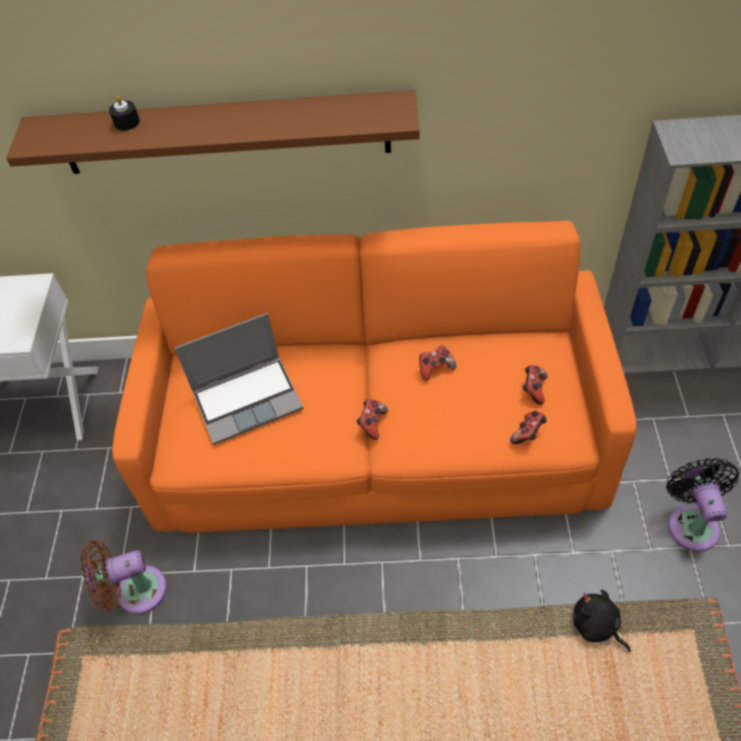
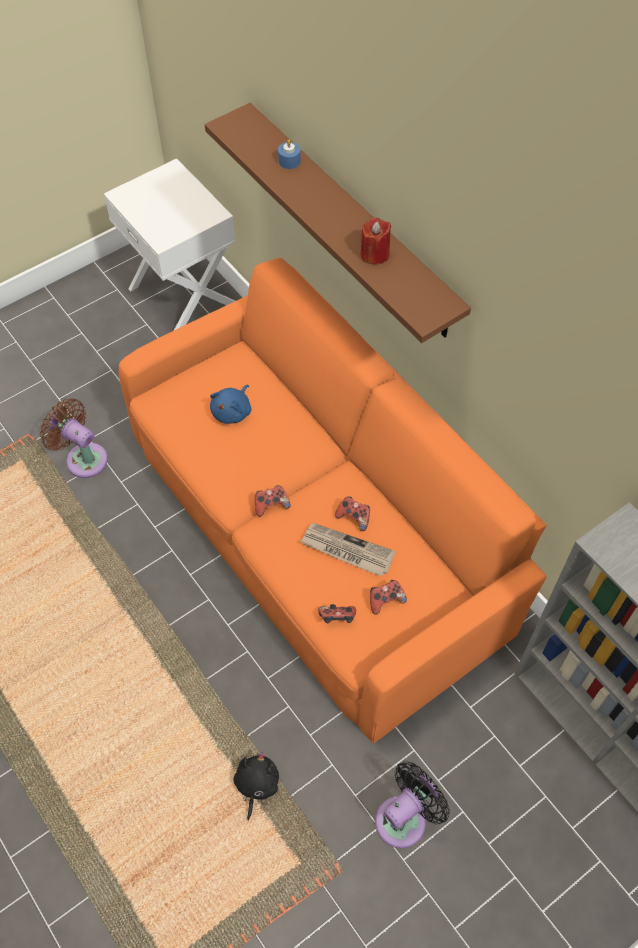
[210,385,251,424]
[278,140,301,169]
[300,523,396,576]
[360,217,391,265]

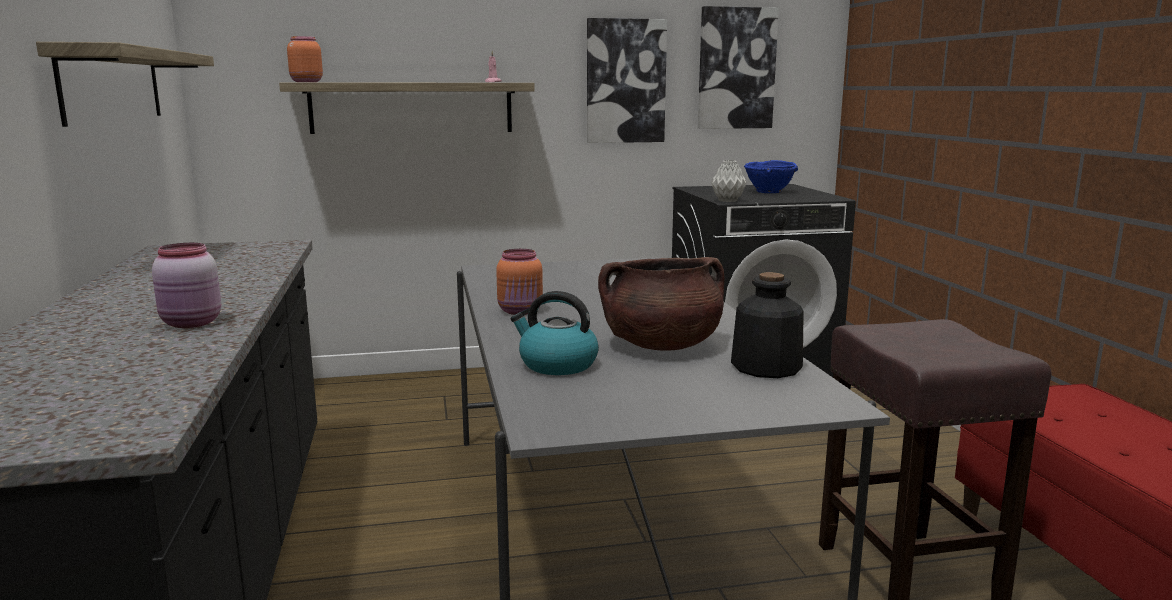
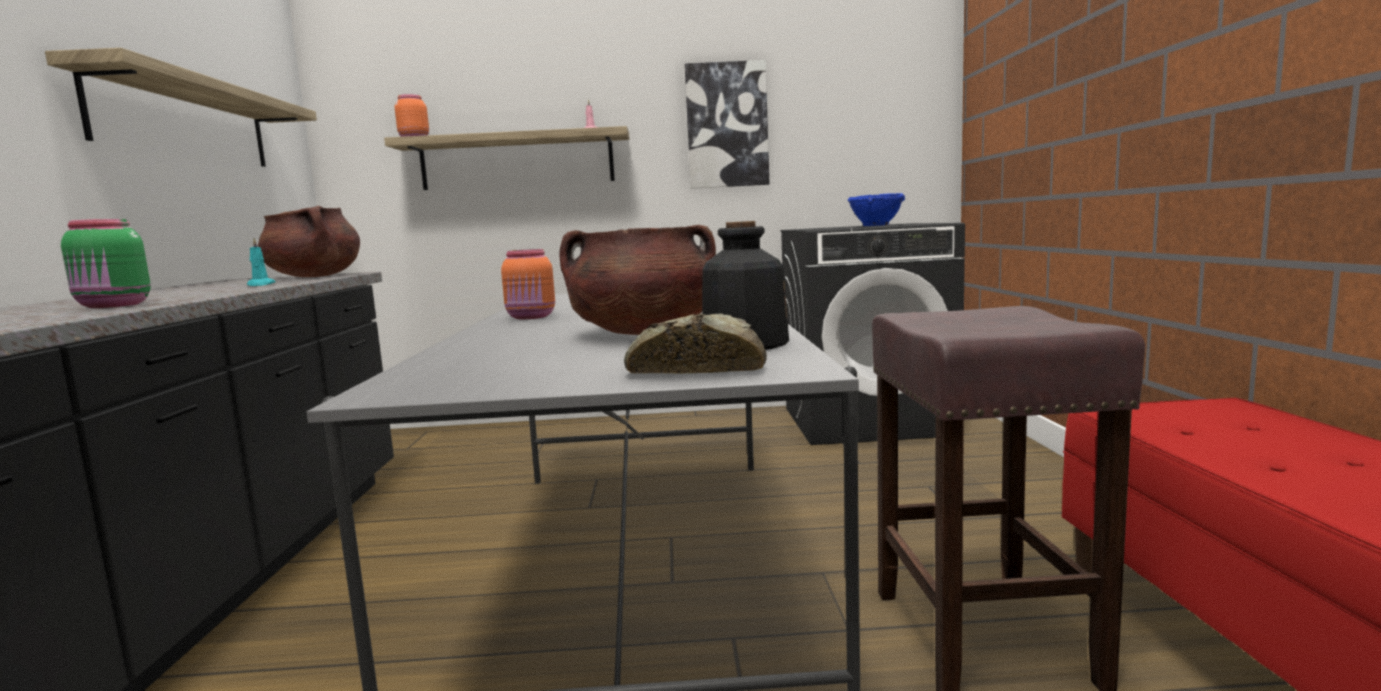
[61,219,151,308]
[247,238,276,286]
[258,206,360,277]
[624,313,767,374]
[510,291,599,375] (first image)
[698,6,779,129] (first image)
[711,160,746,202] (first image)

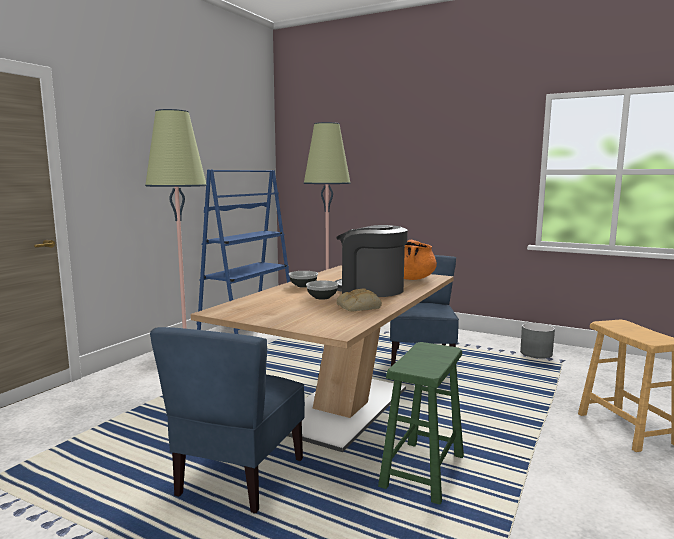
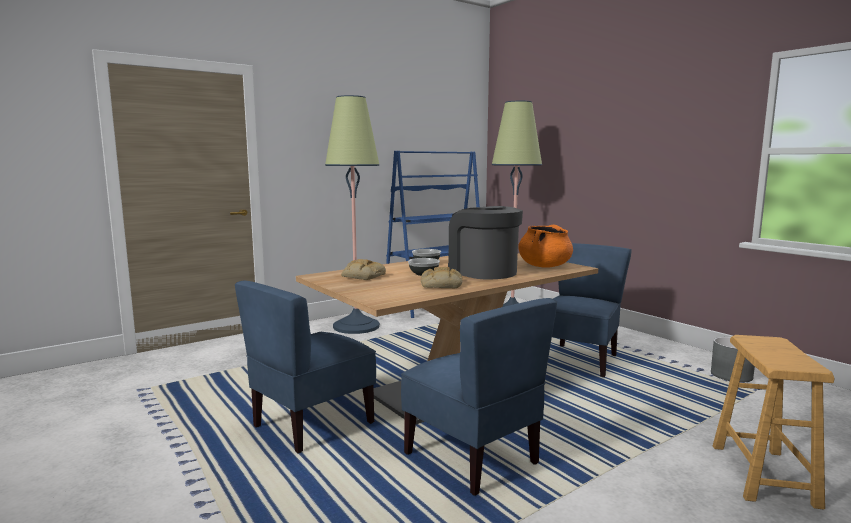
[341,259,386,280]
[401,298,557,496]

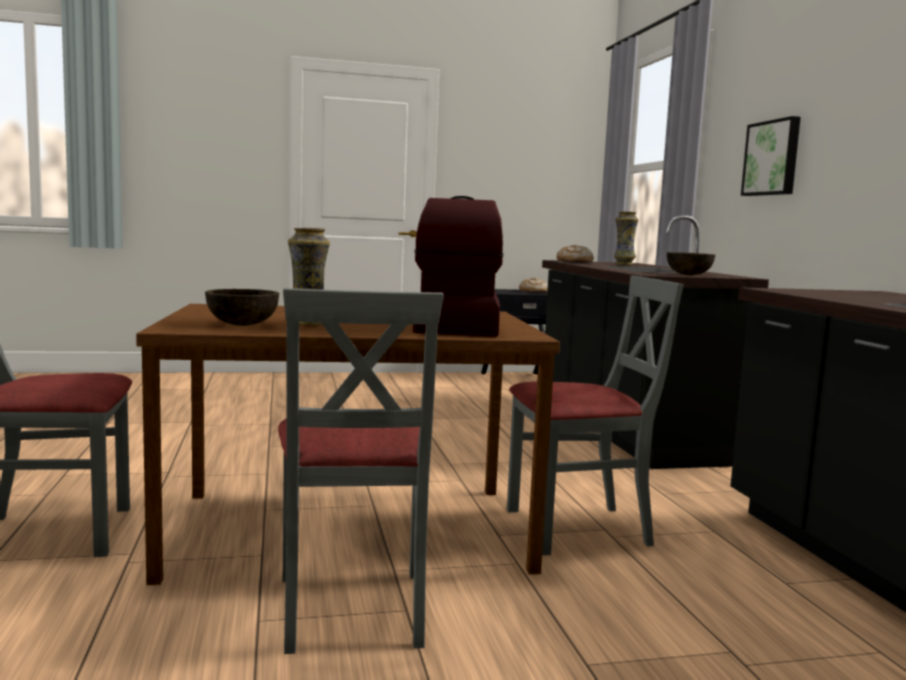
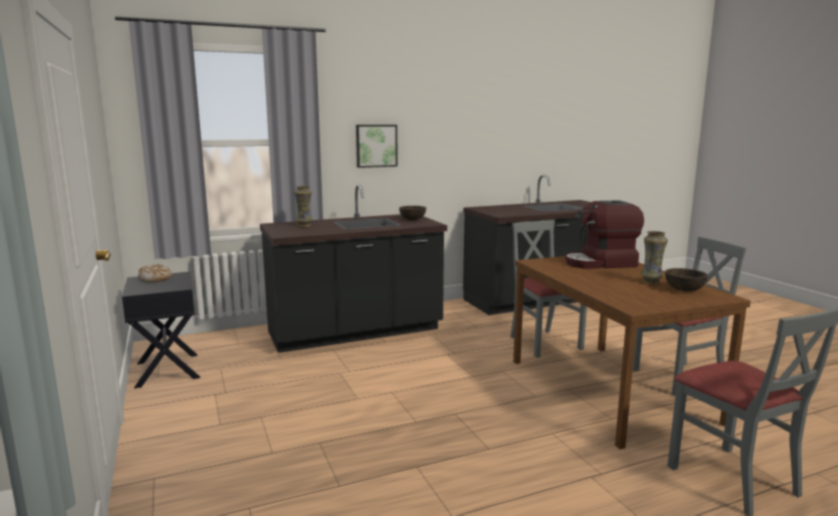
[556,245,594,263] (first image)

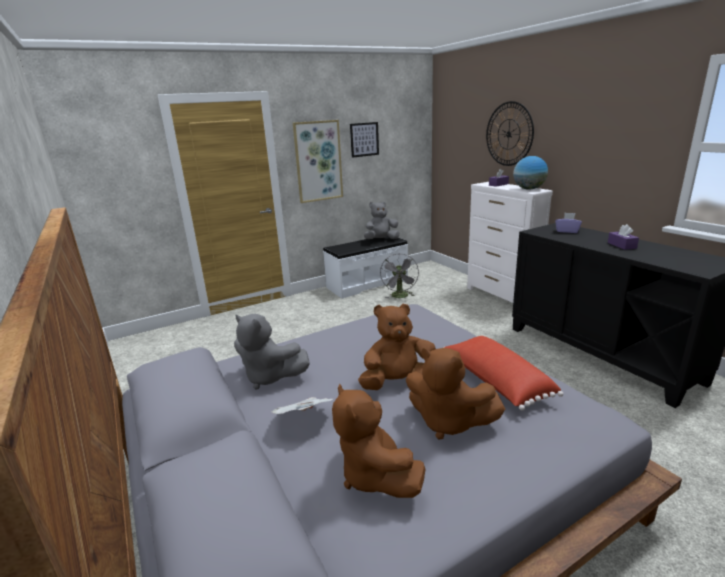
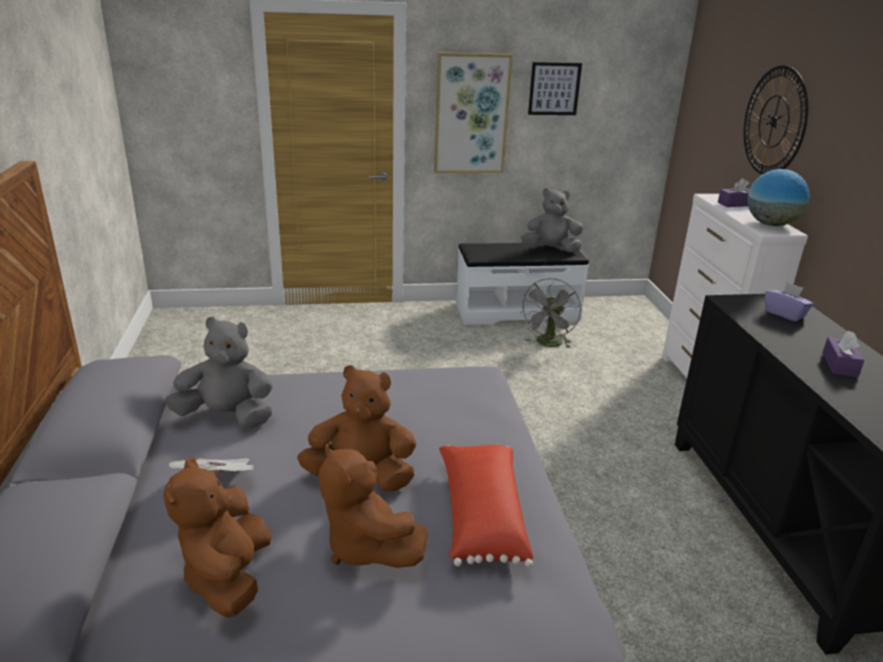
[165,317,273,428]

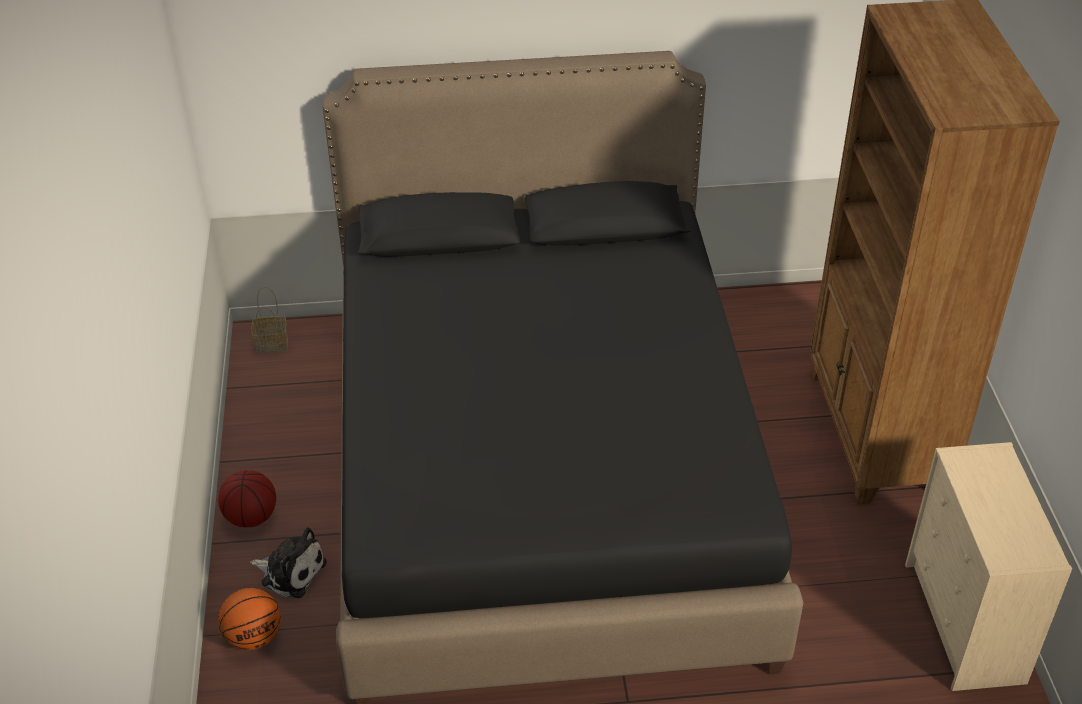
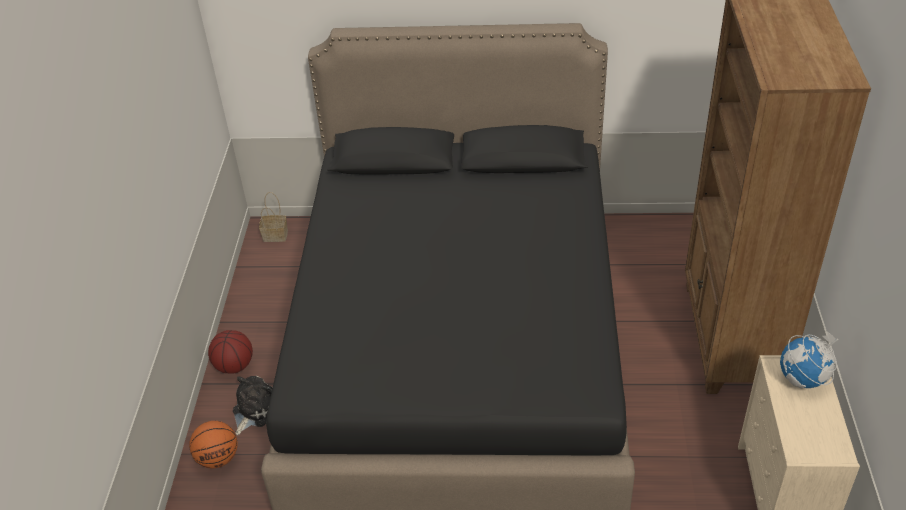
[233,376,273,435]
[780,331,838,389]

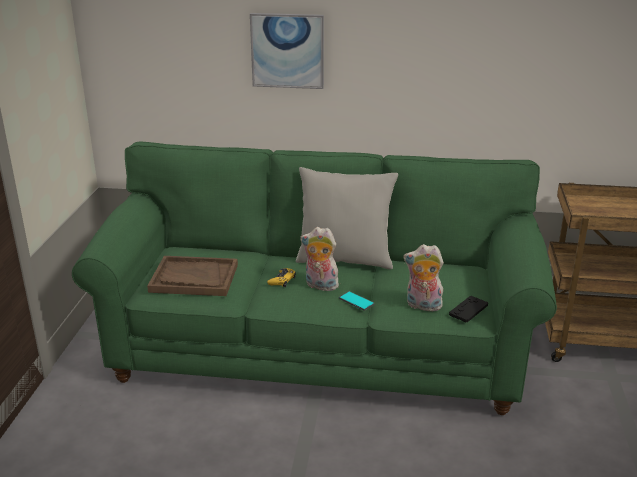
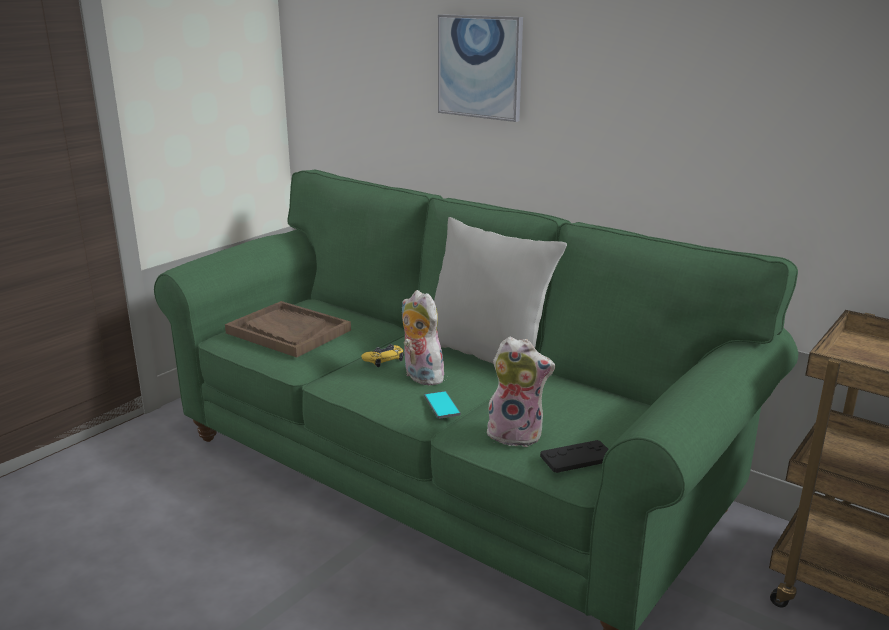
[487,337,555,447]

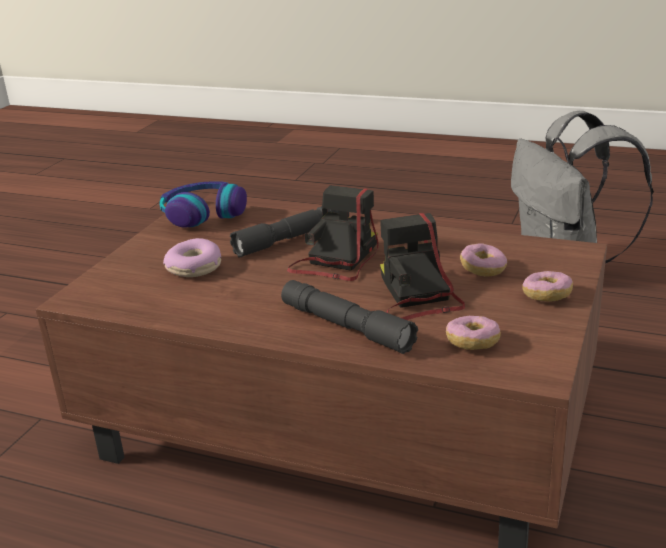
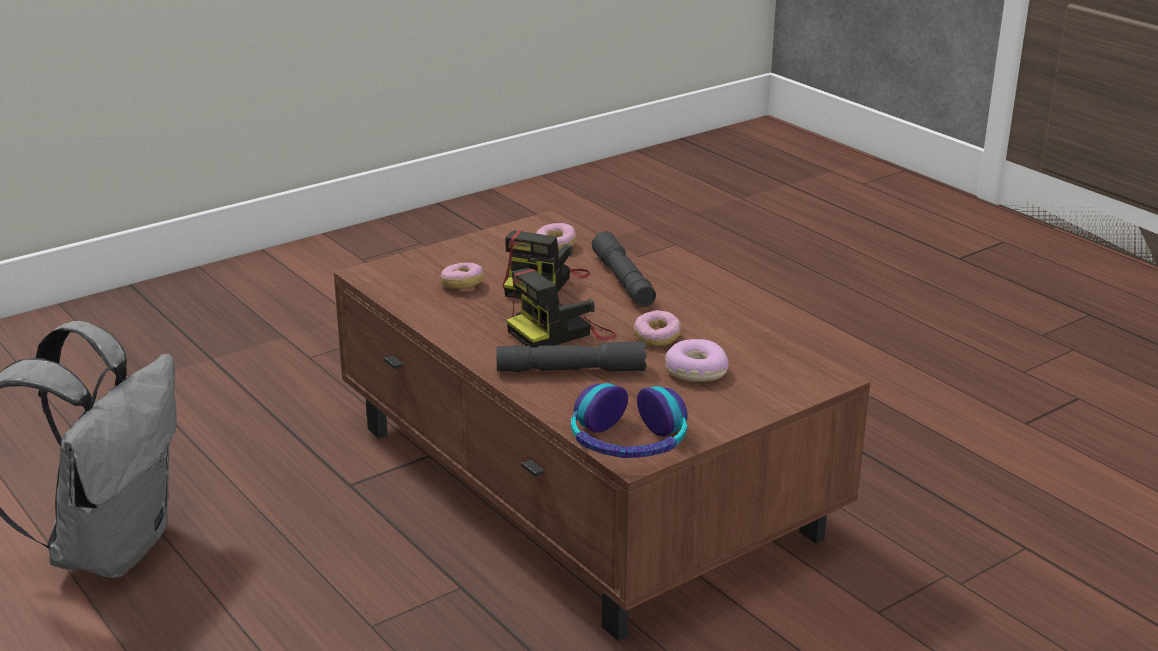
[634,310,681,346]

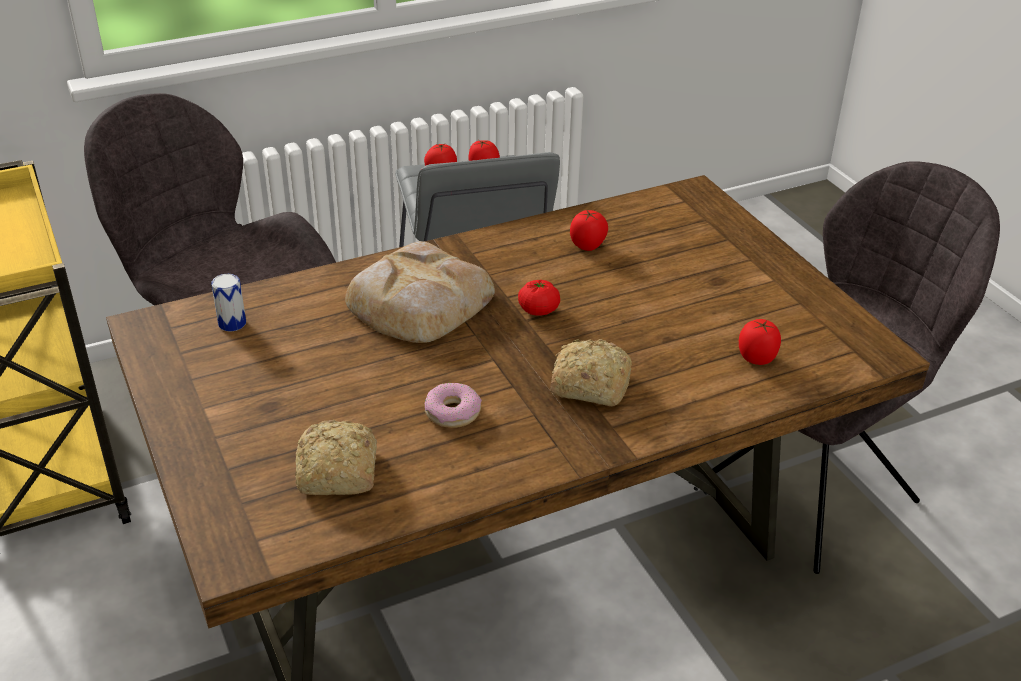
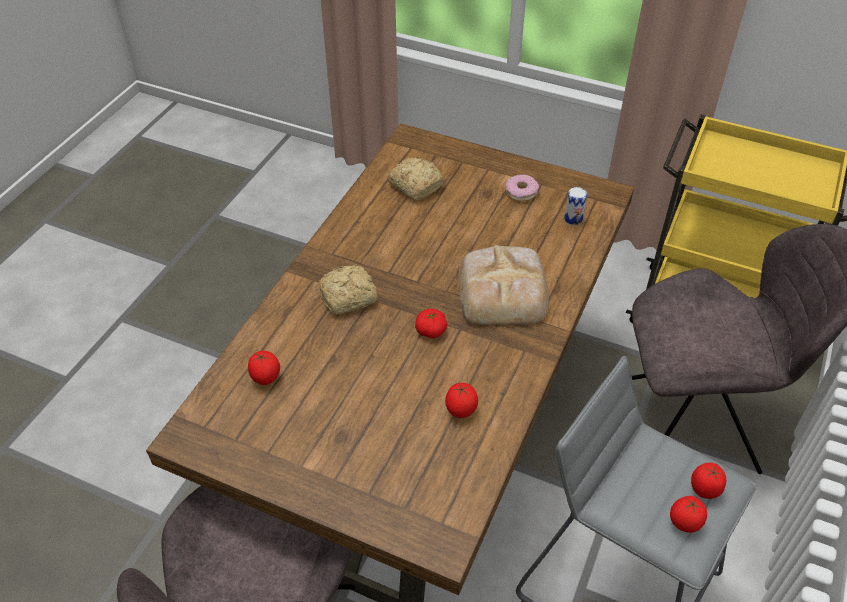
[505,175,539,201]

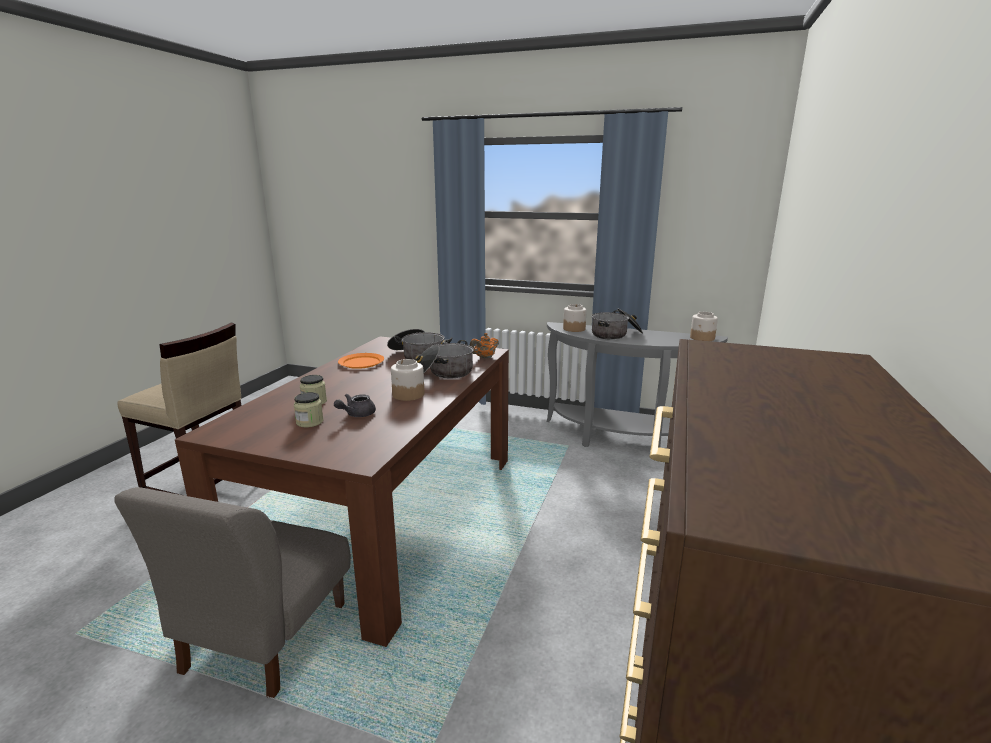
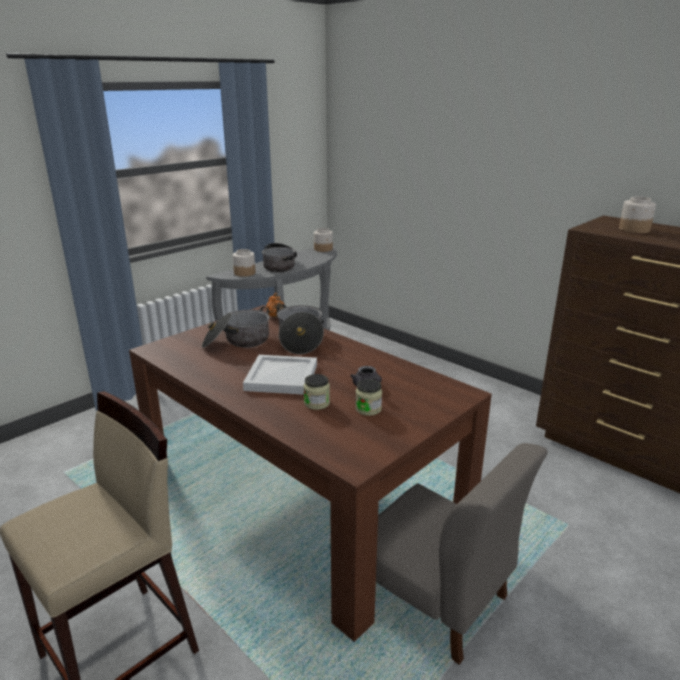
[243,355,317,395]
[619,197,656,233]
[338,353,384,369] (first image)

